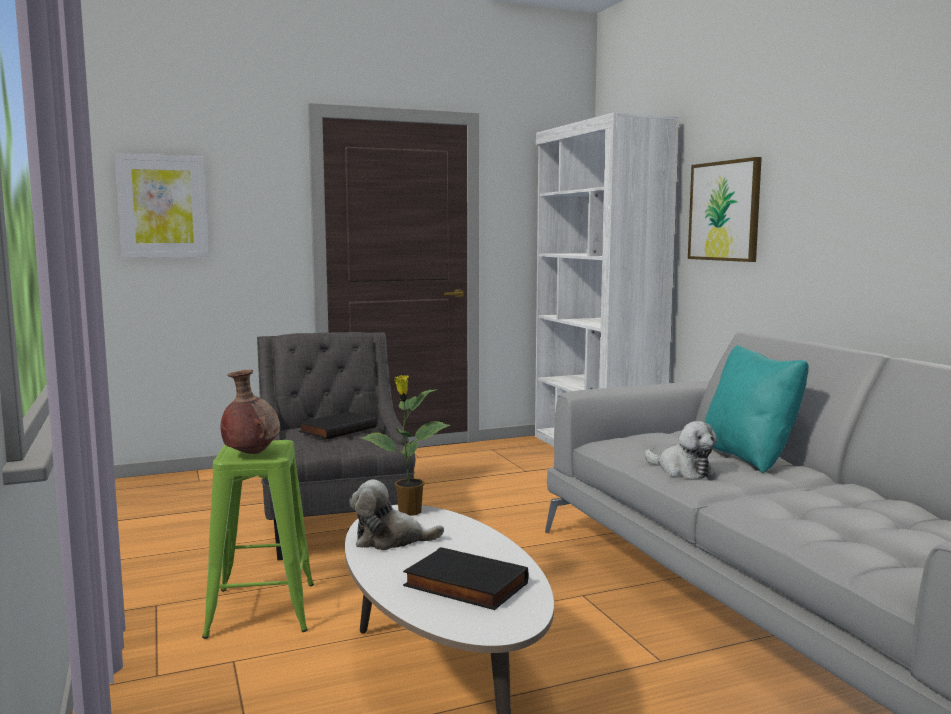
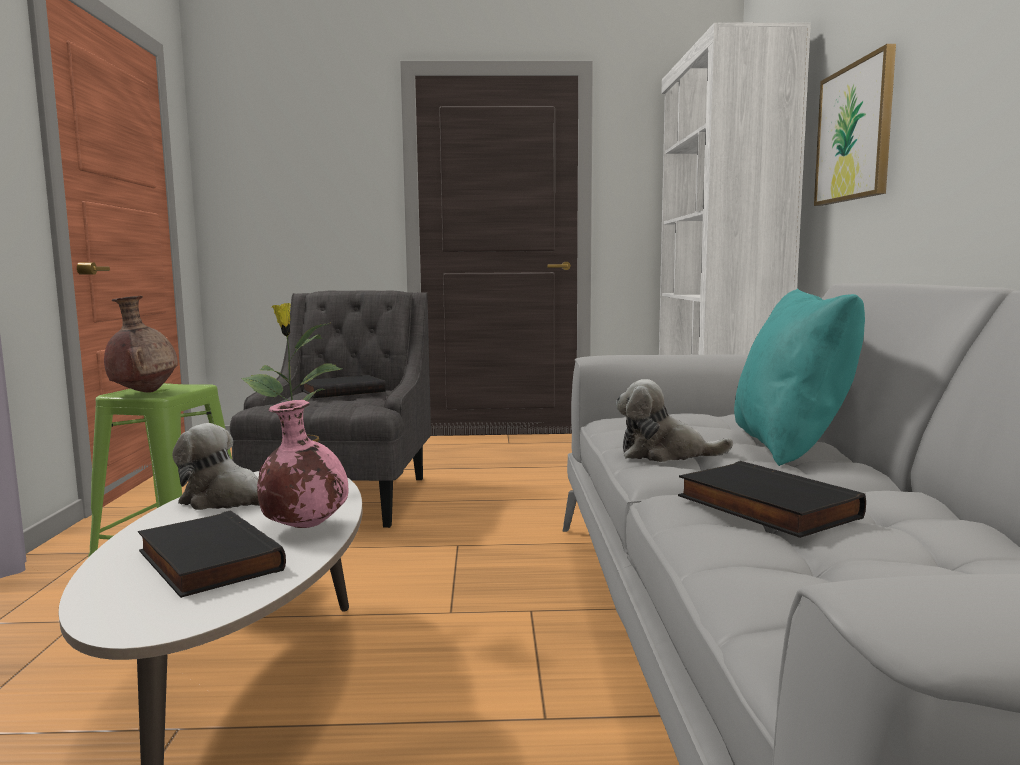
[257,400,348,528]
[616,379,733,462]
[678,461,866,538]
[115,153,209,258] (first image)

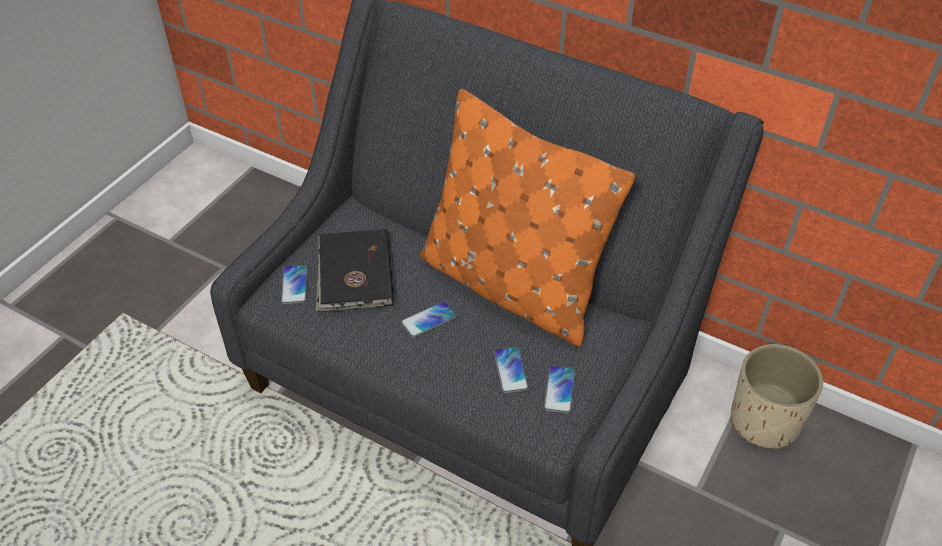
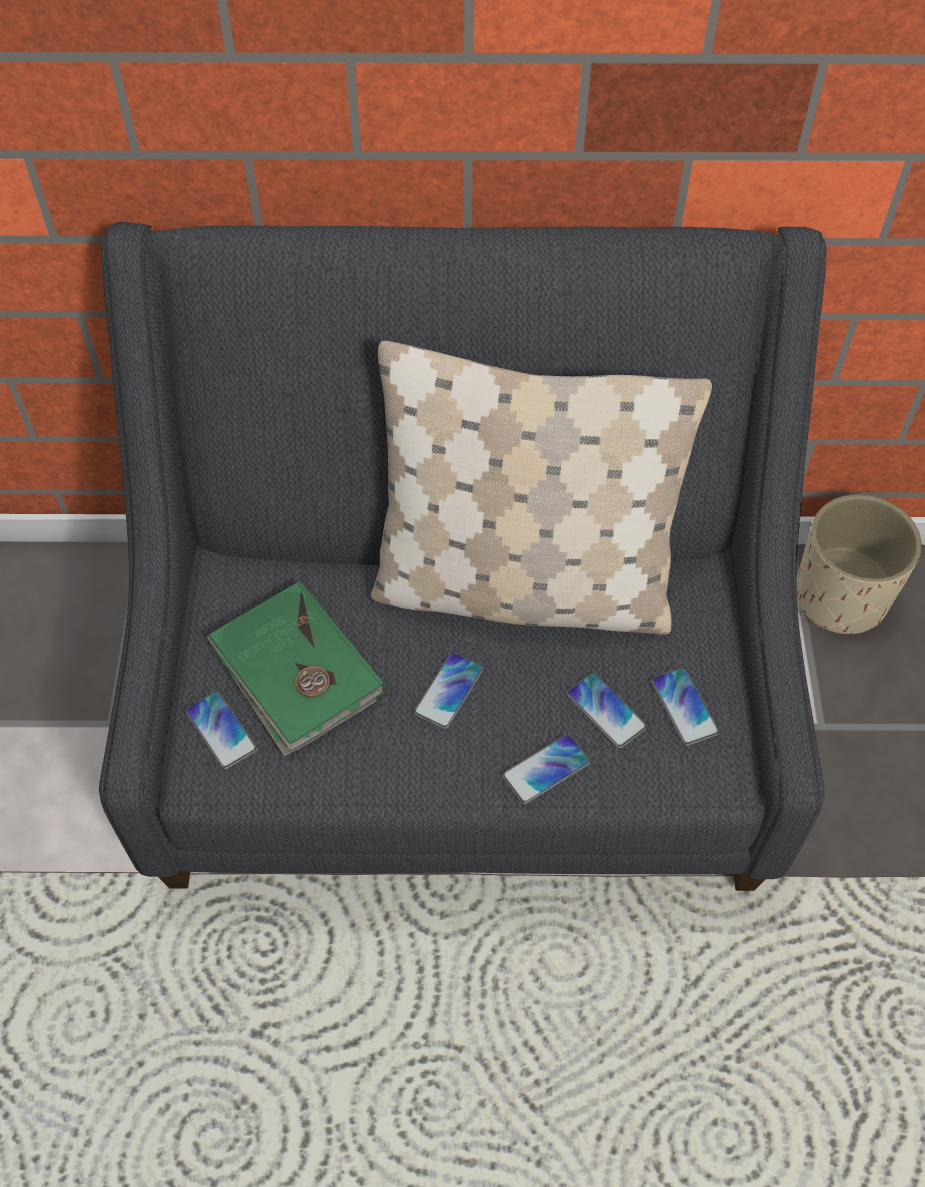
[207,581,386,756]
[371,341,712,635]
[502,734,590,804]

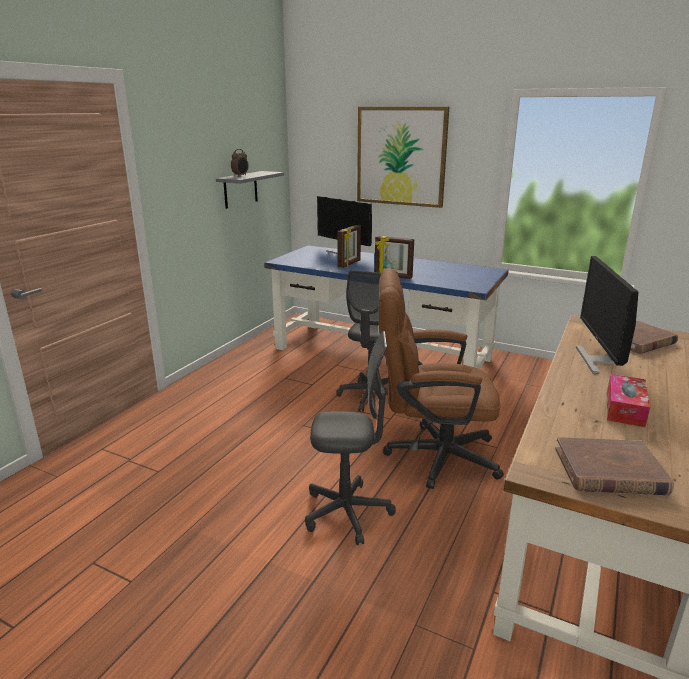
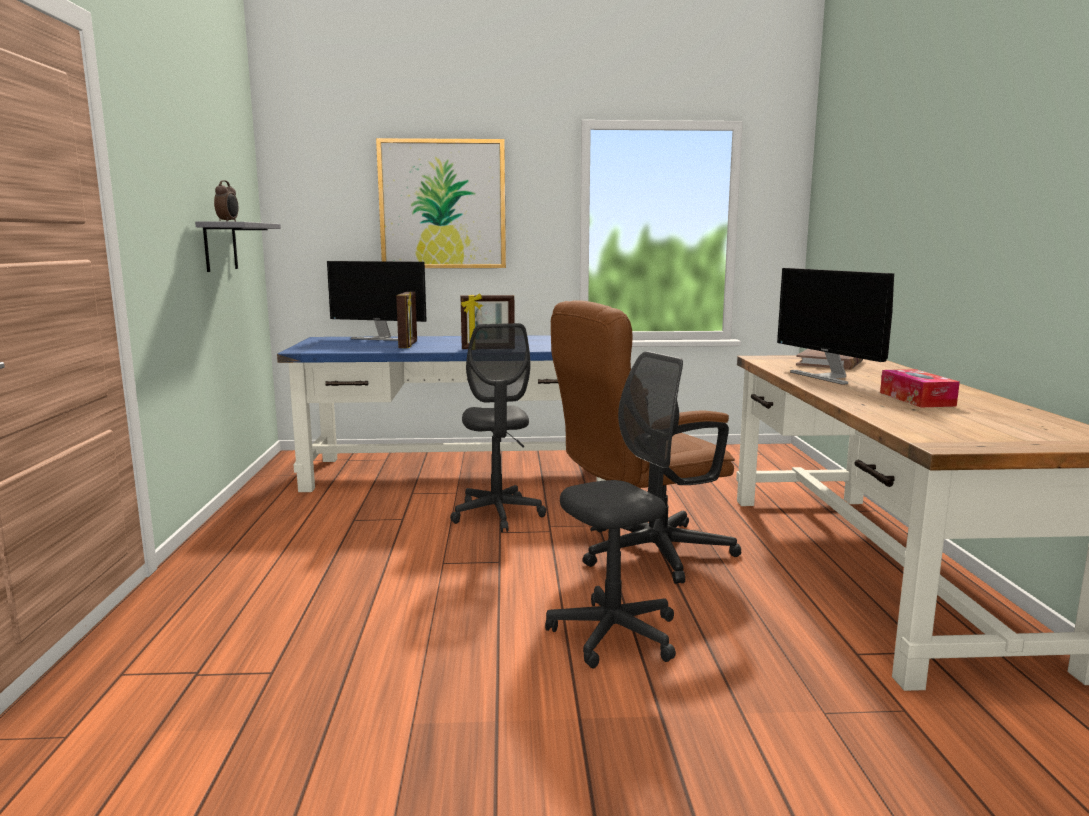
[555,437,673,495] (first image)

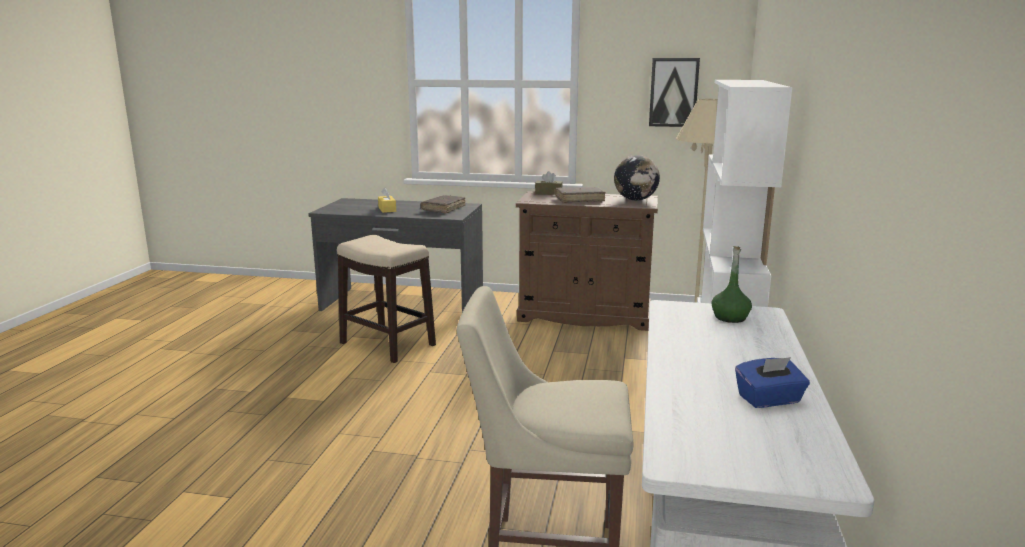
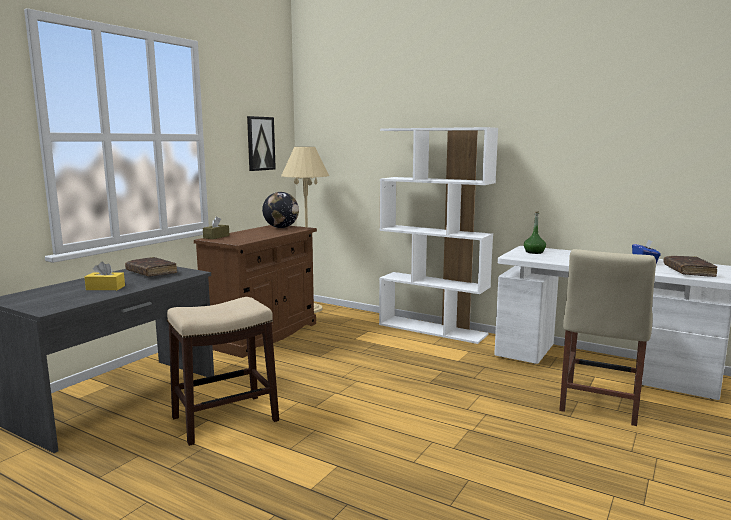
[663,256,717,277]

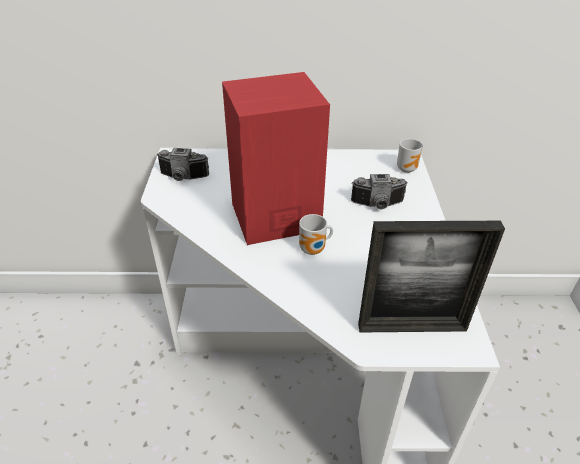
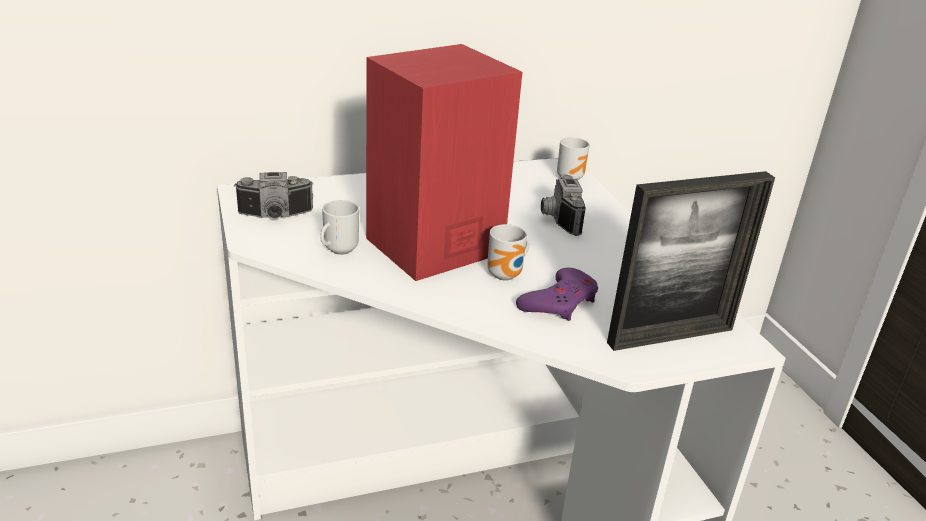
[320,200,359,255]
[516,268,598,321]
[541,175,586,236]

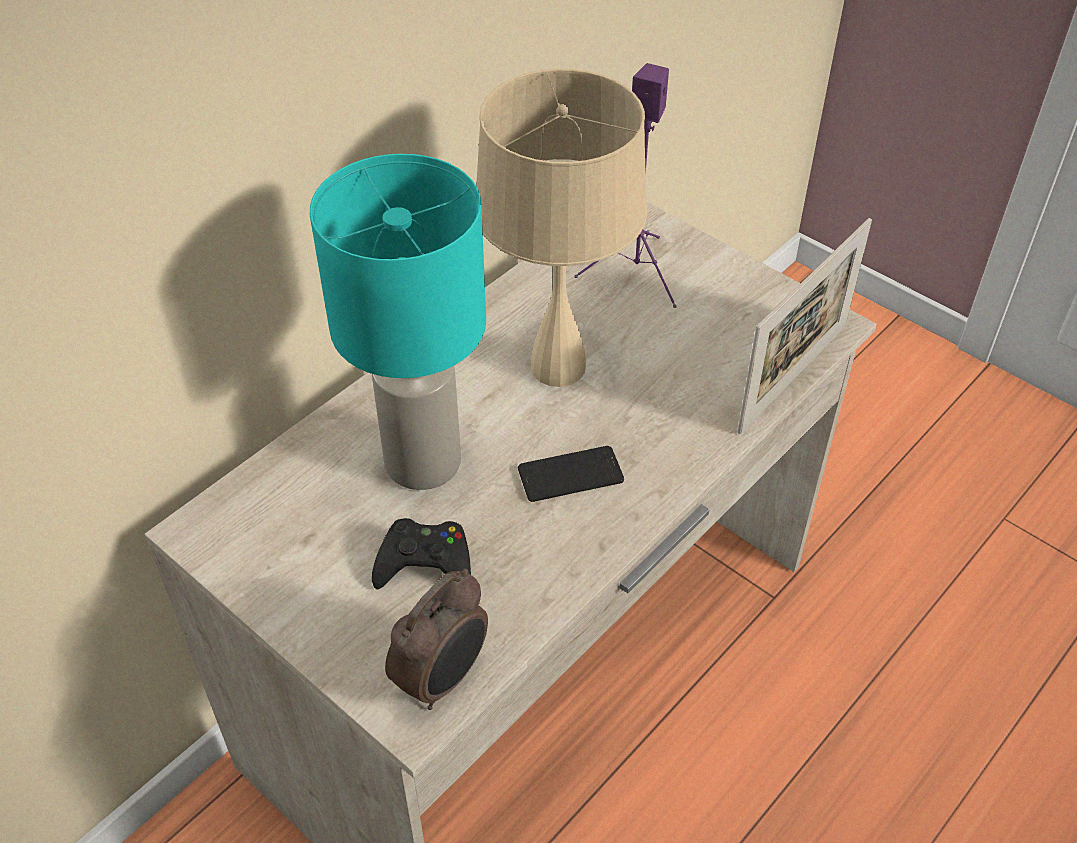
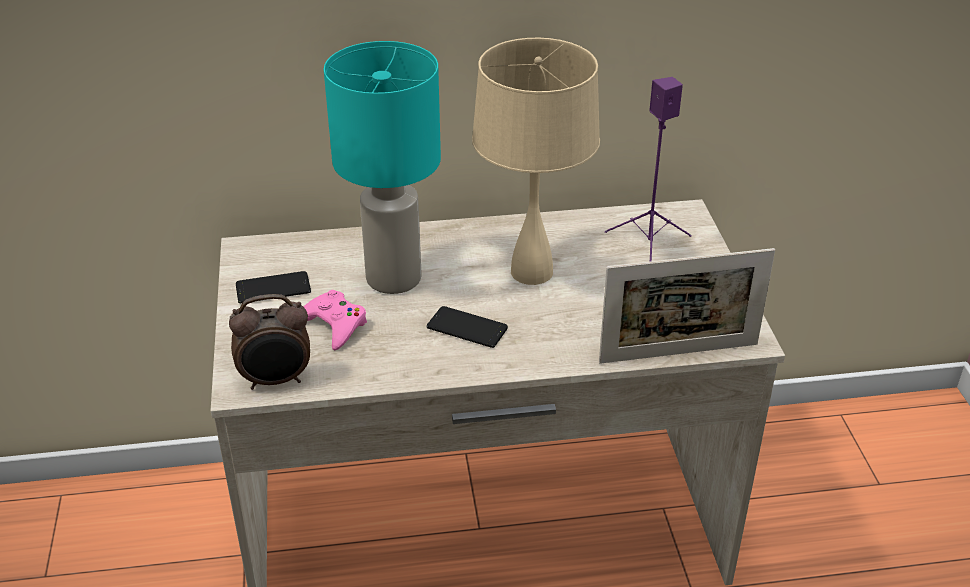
[236,271,311,303]
[303,290,367,350]

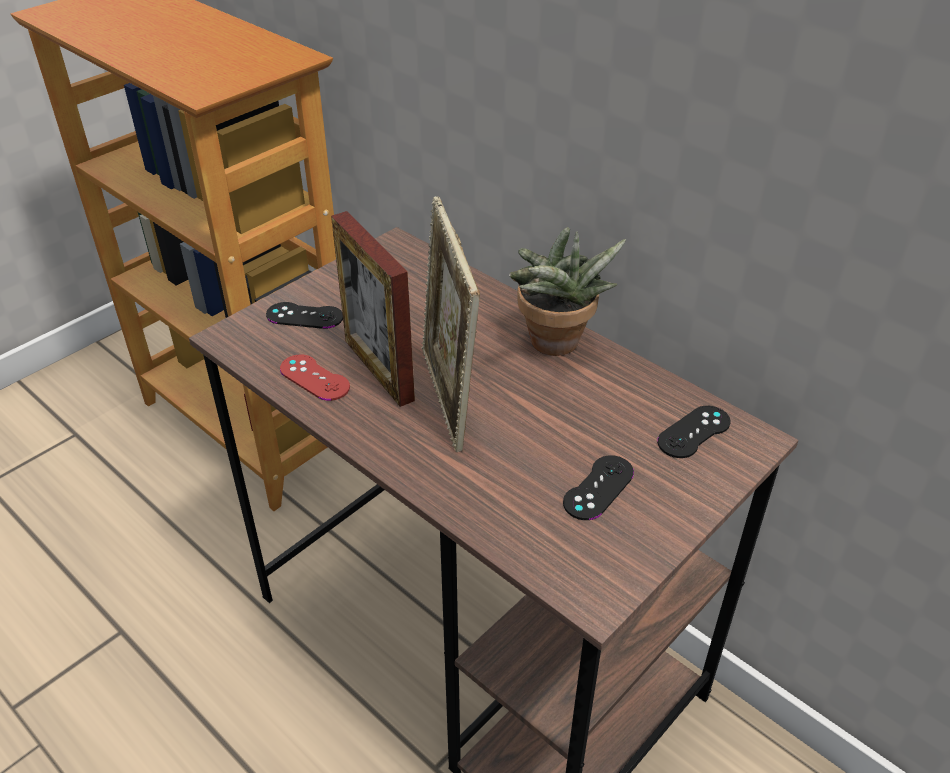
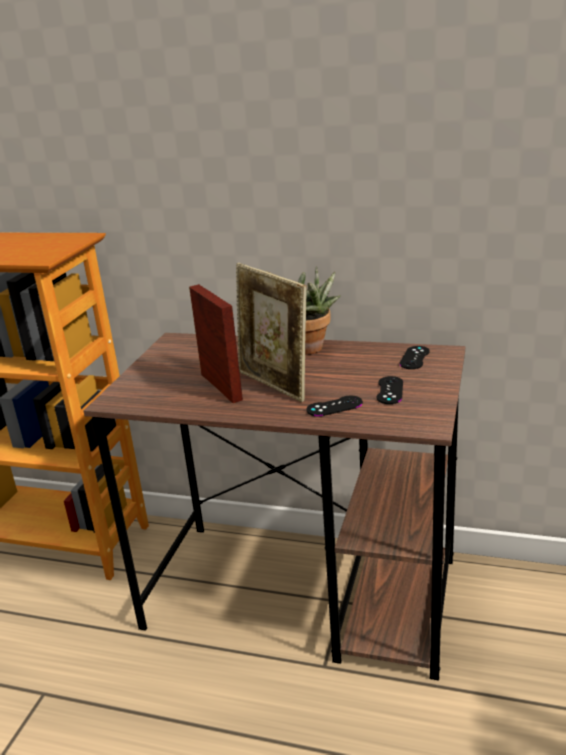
[189,284,243,403]
[306,396,363,416]
[280,355,350,401] (first image)

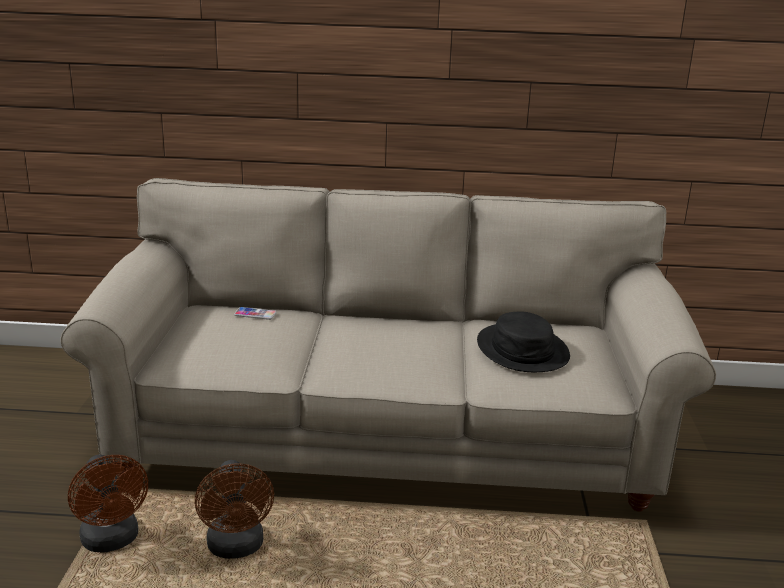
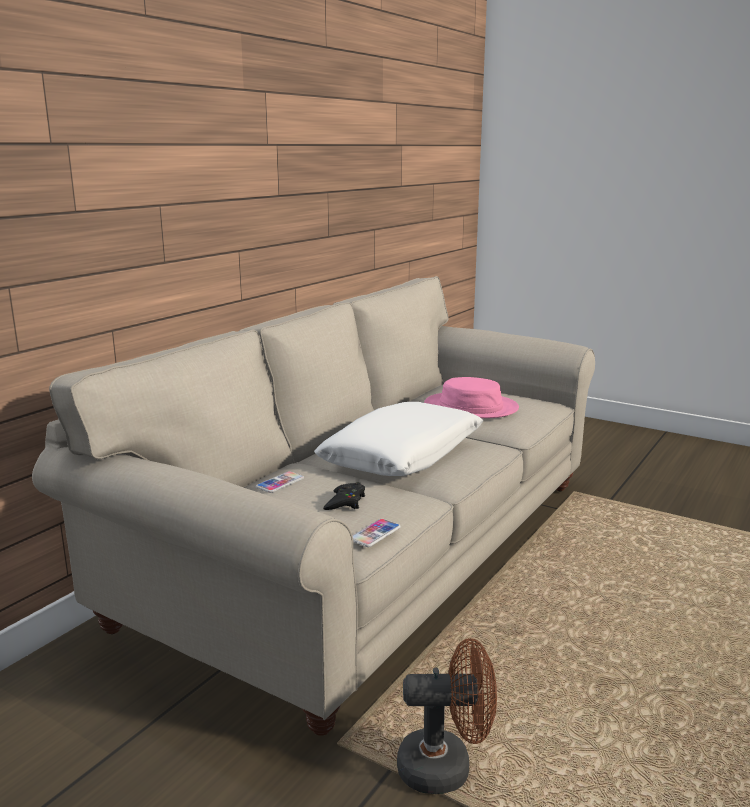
[314,402,483,476]
[323,482,365,510]
[352,519,401,547]
[424,377,519,418]
[195,460,274,559] (first image)

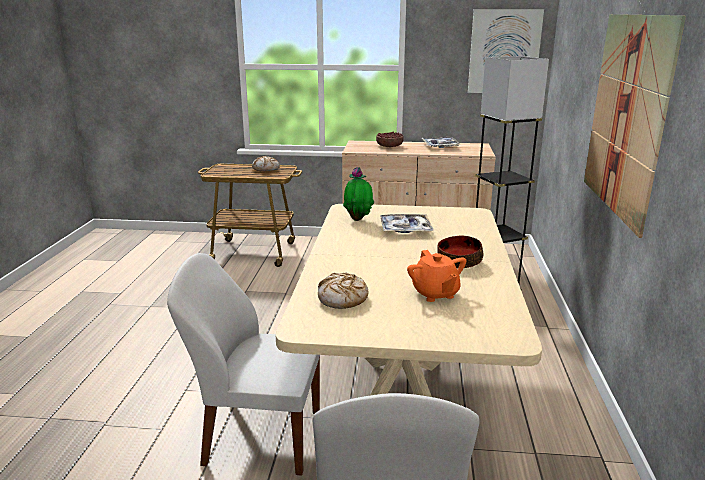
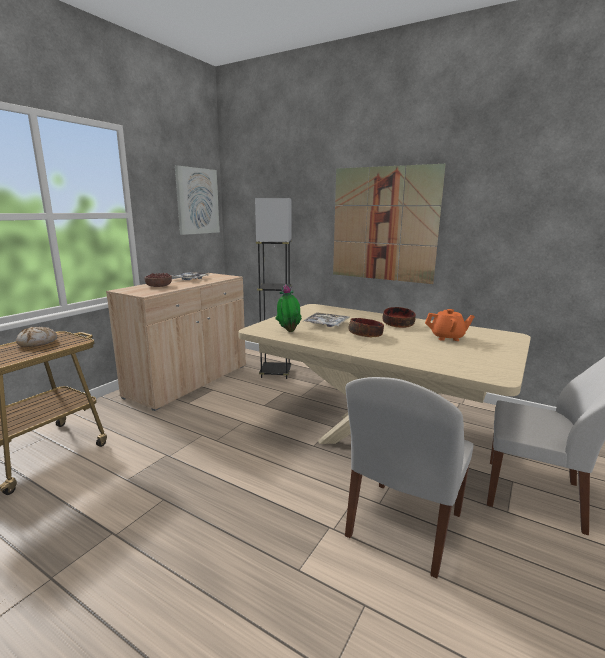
[349,318,384,337]
[318,272,369,309] (first image)

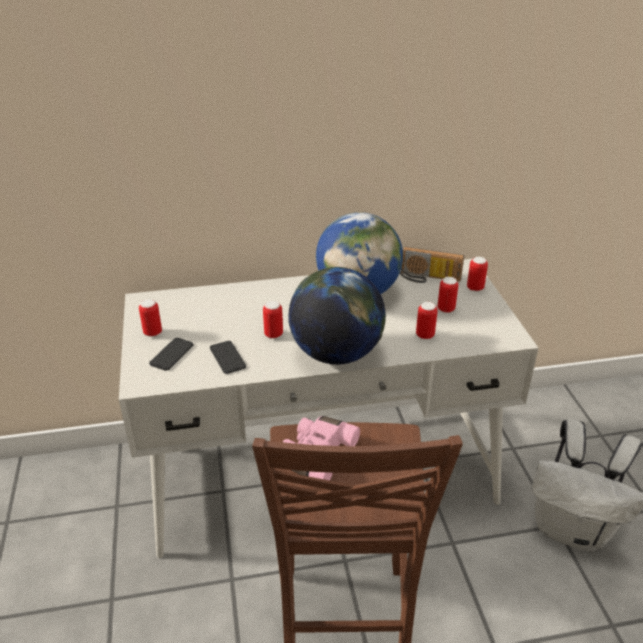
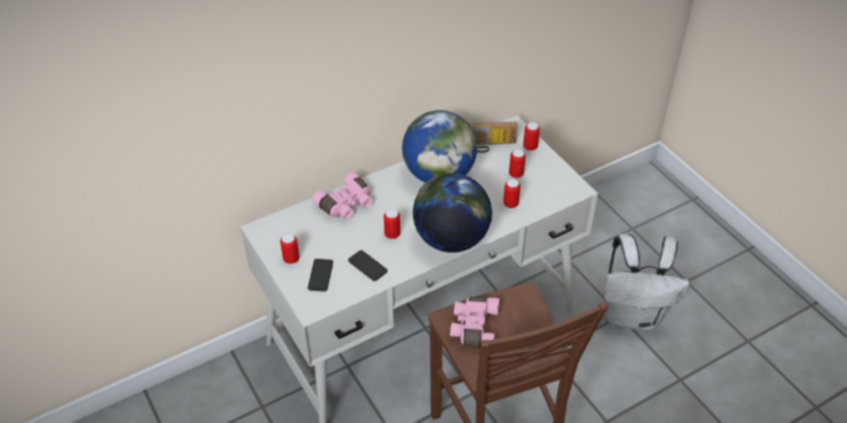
[312,172,373,219]

